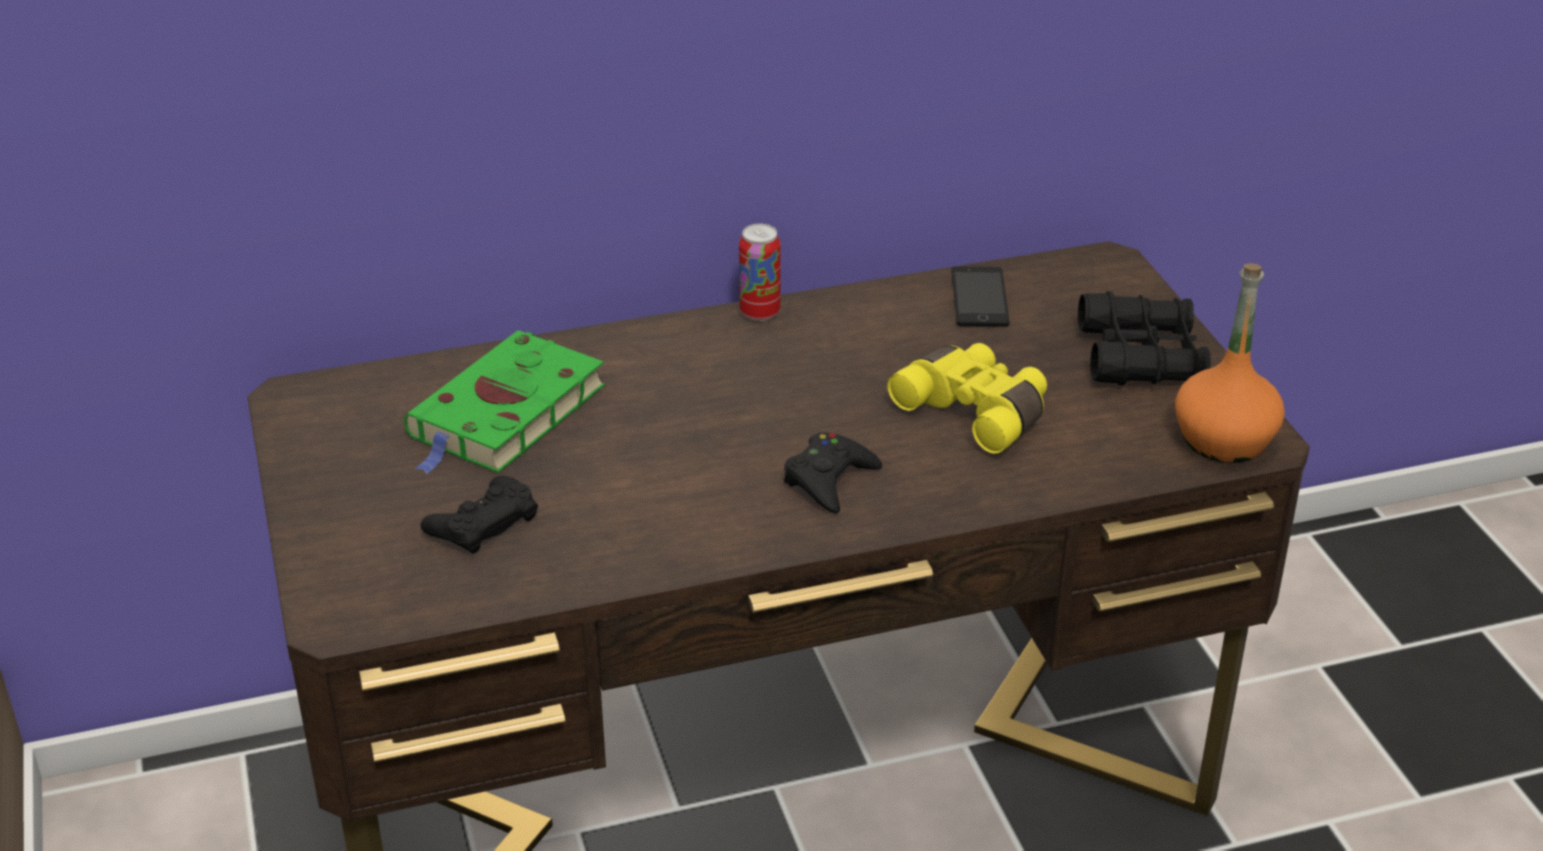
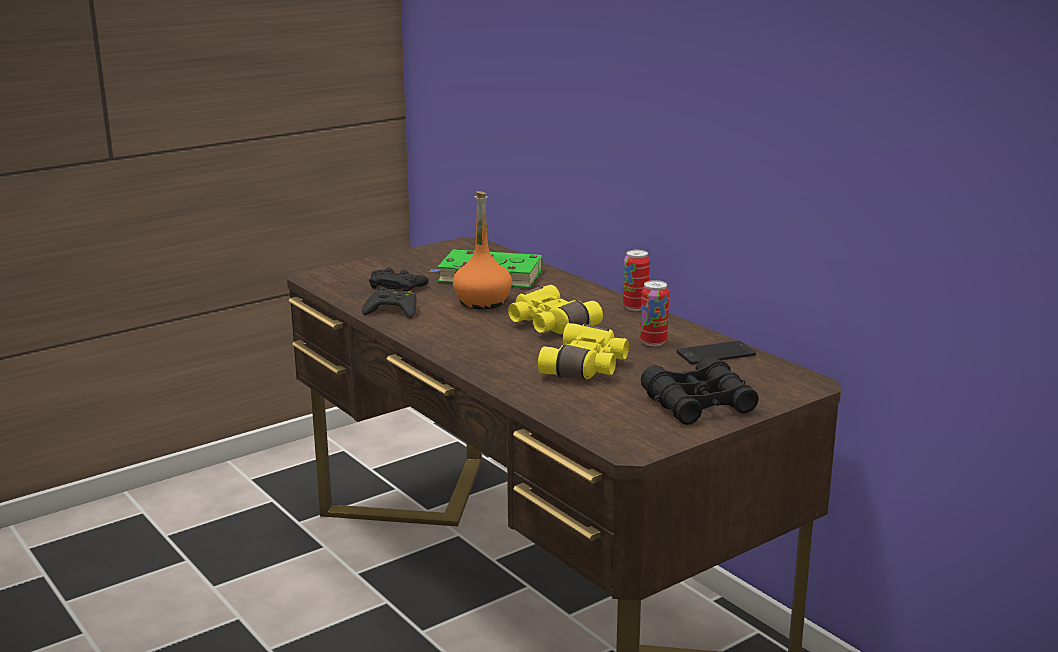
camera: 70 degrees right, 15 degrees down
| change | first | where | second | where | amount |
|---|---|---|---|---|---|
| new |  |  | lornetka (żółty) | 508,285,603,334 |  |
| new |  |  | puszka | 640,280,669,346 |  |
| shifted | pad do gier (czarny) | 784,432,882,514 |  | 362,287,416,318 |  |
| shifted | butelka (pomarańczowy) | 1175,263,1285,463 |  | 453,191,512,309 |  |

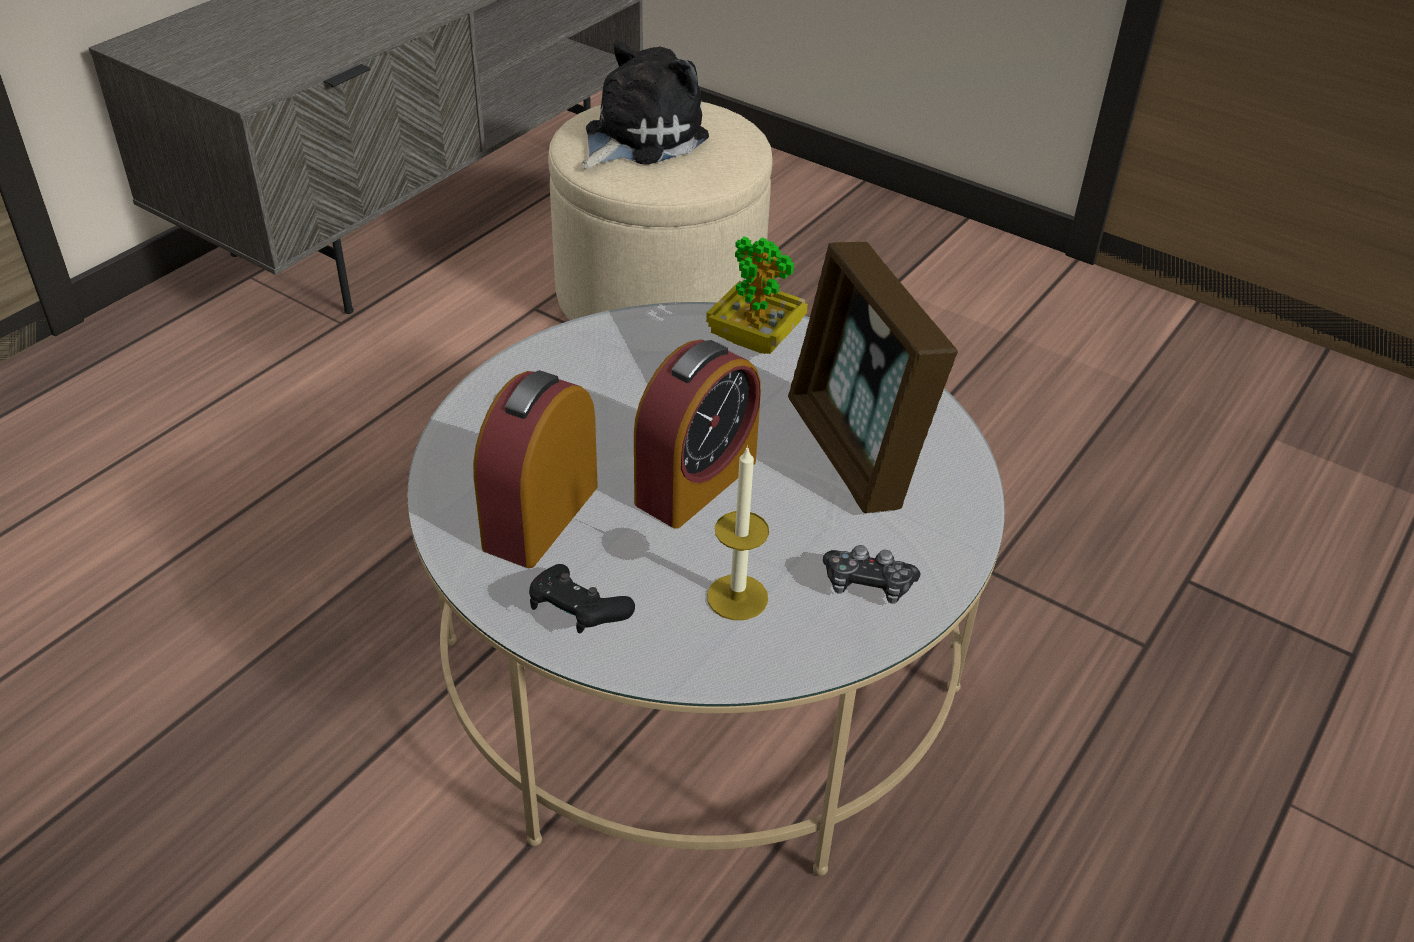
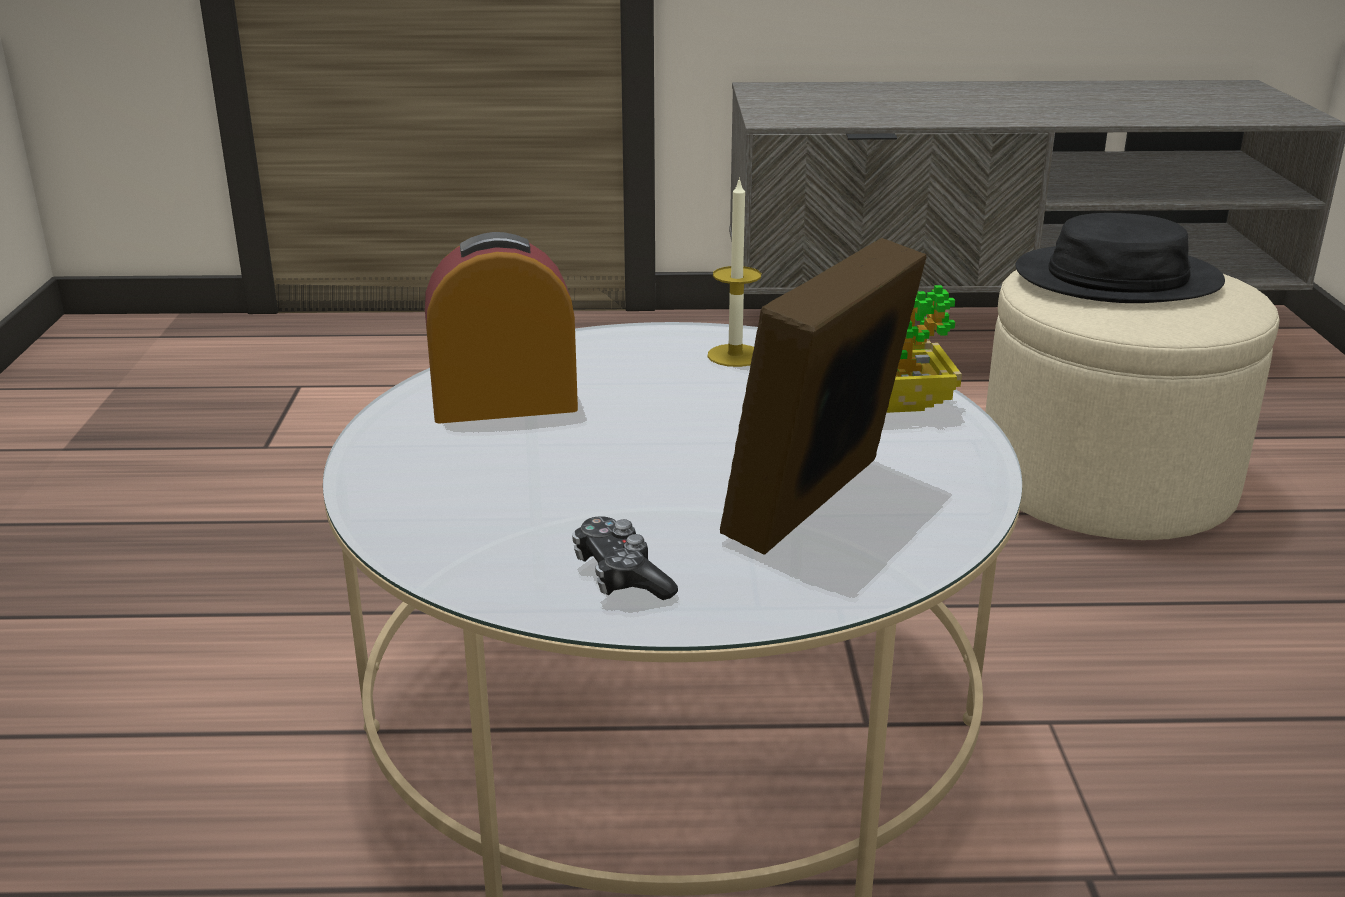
camera: 55 degrees right, 15 degrees down
| change | first | where | second | where | amount |
|---|---|---|---|---|---|
| gone | pad do gier (czarny) | 529,564,635,633 |  |  |  |
| gone | budzik | 634,339,761,529 |  |  |  |
| shifted | świeca | 707,445,769,620 |  | 707,177,761,367 |  |
| swapped | pluszak | 582,42,709,169 | kapelusz (czarny) | 1015,213,1225,303 |  |

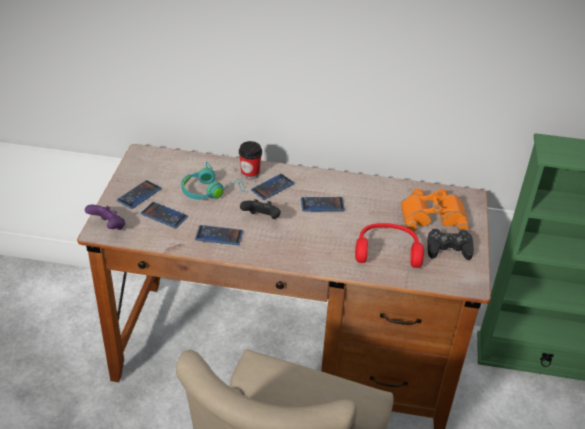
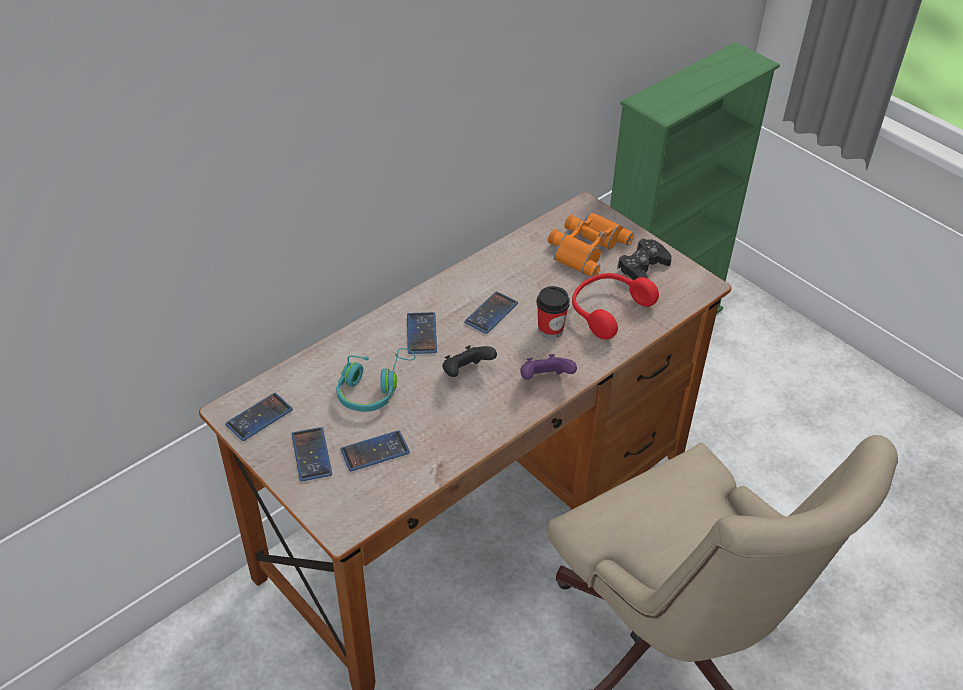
camera: 50 degrees left, 5 degrees up
| change | first | where | second | where | amount |
|---|---|---|---|---|---|
| shifted | pad do gier (fioletowy) | 85,205,126,230 |  | 520,354,577,380 |  |
| shifted | telefon | 195,225,243,245 |  | 225,393,293,441 |  |
| shifted | filiżanka | 239,141,262,179 |  | 537,286,570,338 |  |

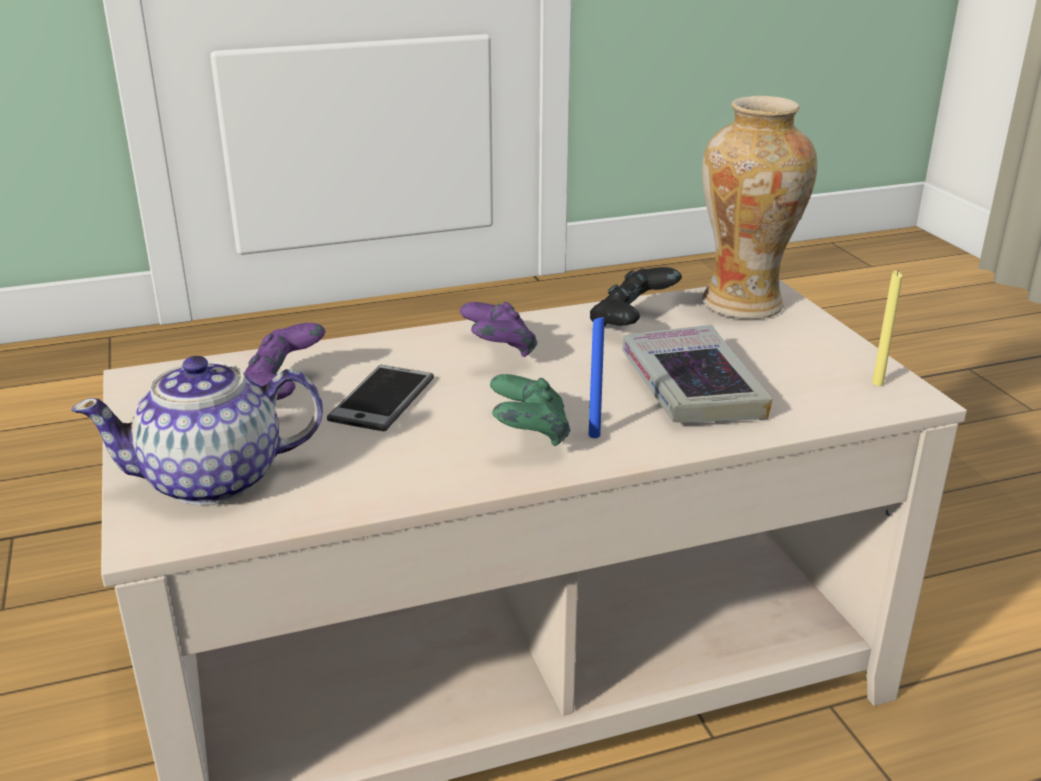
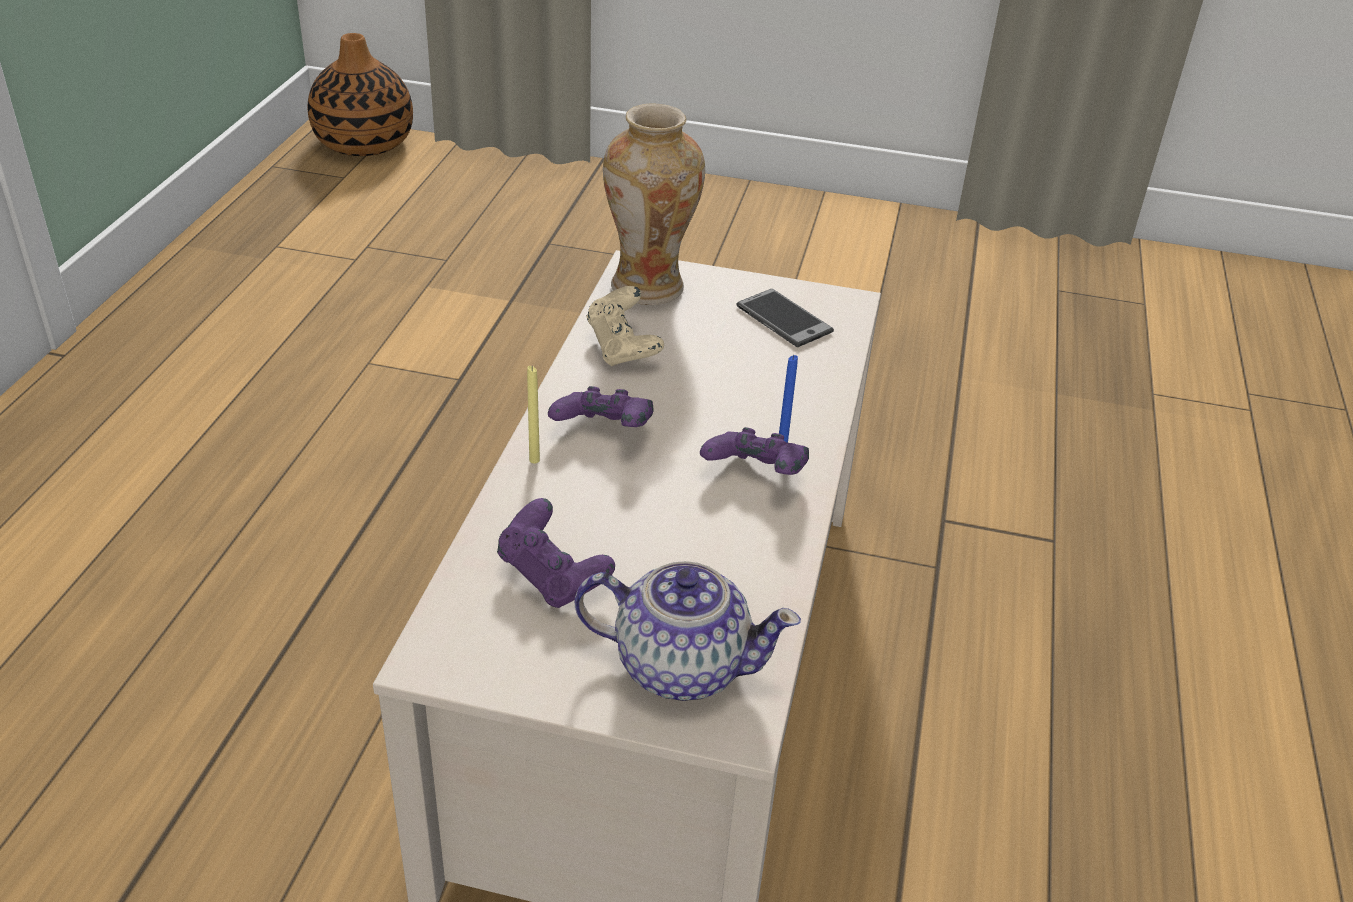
camera: 60 degrees left, 10 degrees up
| change | first | where | second | where | amount |
|---|---|---|---|---|---|
| gone | książka | 622,325,772,423 |  |  |  |
| new |  |  | wazon | 307,33,413,156 |  |
| shifted | telefon | 327,365,434,431 |  | 736,289,834,347 |  |
| shifted | świeca (żółty) | 872,270,902,386 |  | 527,366,540,464 |  |
| repainted | pad do gier (zielony) | 490,374,570,446 | pad do gier (fioletowy) | 700,427,809,475 |  |
| repainted | pad do gier (czarny) | 590,267,682,326 | pad do gier (beżowy) | 586,286,664,366 |  |
| rotated | imbryk | 71,356,323,506 |  | 575,561,801,701 | 90 degrees counterclockwise |

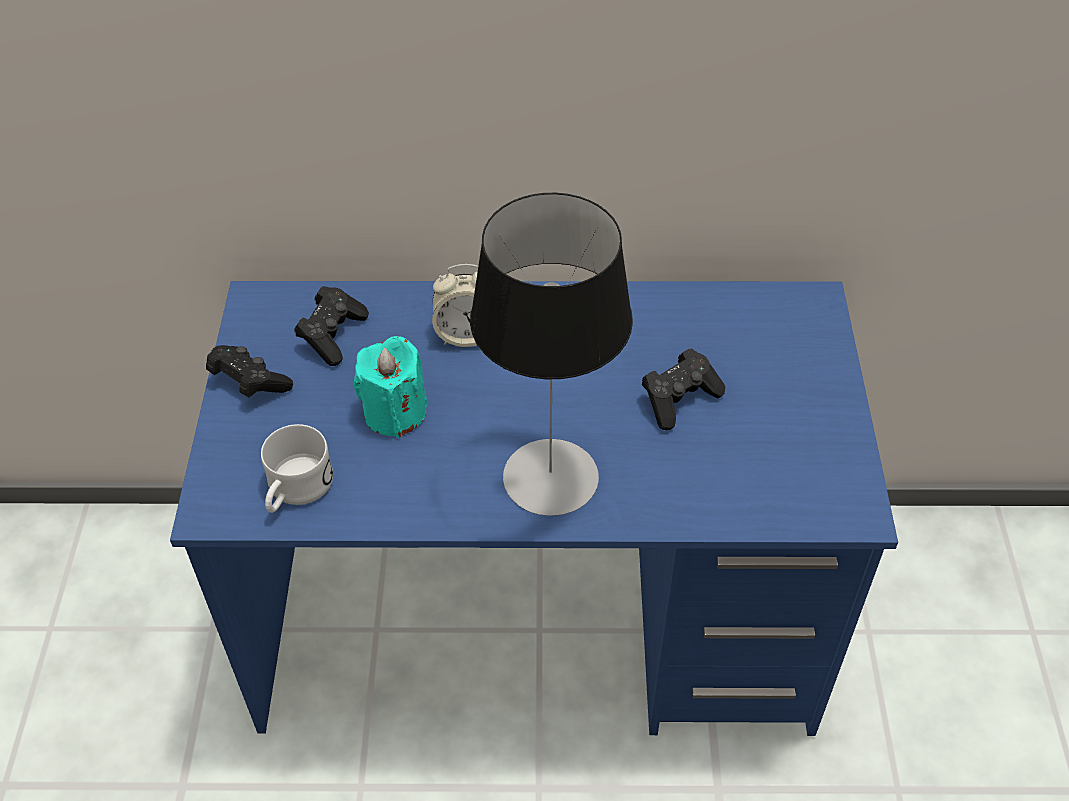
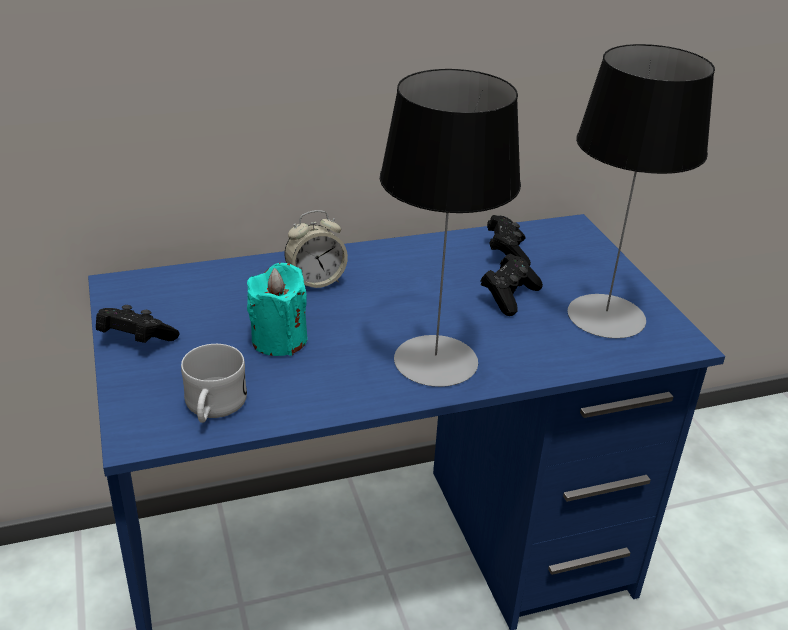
camera: 20 degrees left, 15 degrees down
| change | first | where | second | where | amount |
|---|---|---|---|---|---|
| new |  |  | lampa stołowa | 568,44,715,338 |  |
| shifted | pad do gier (czarny) | 294,286,369,366 |  | 487,215,531,266 |  |

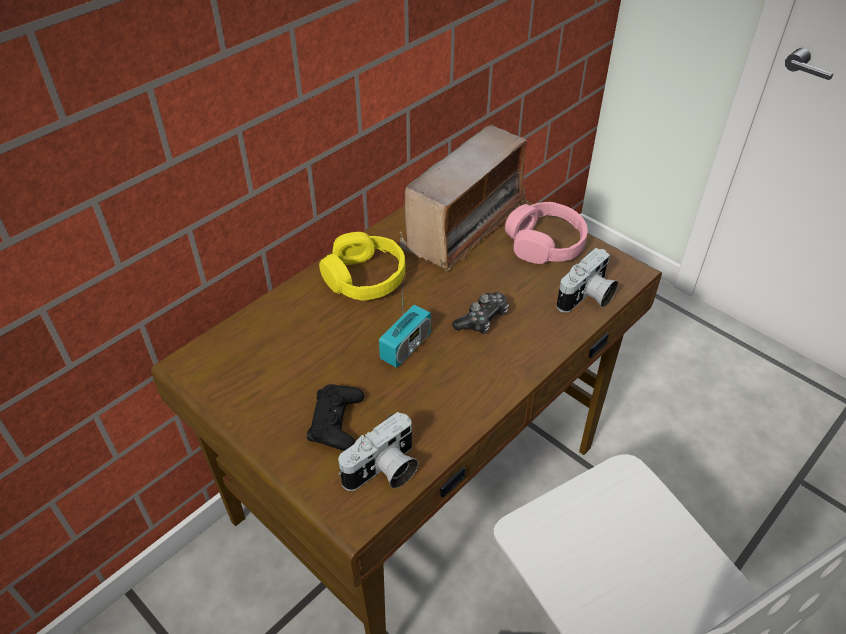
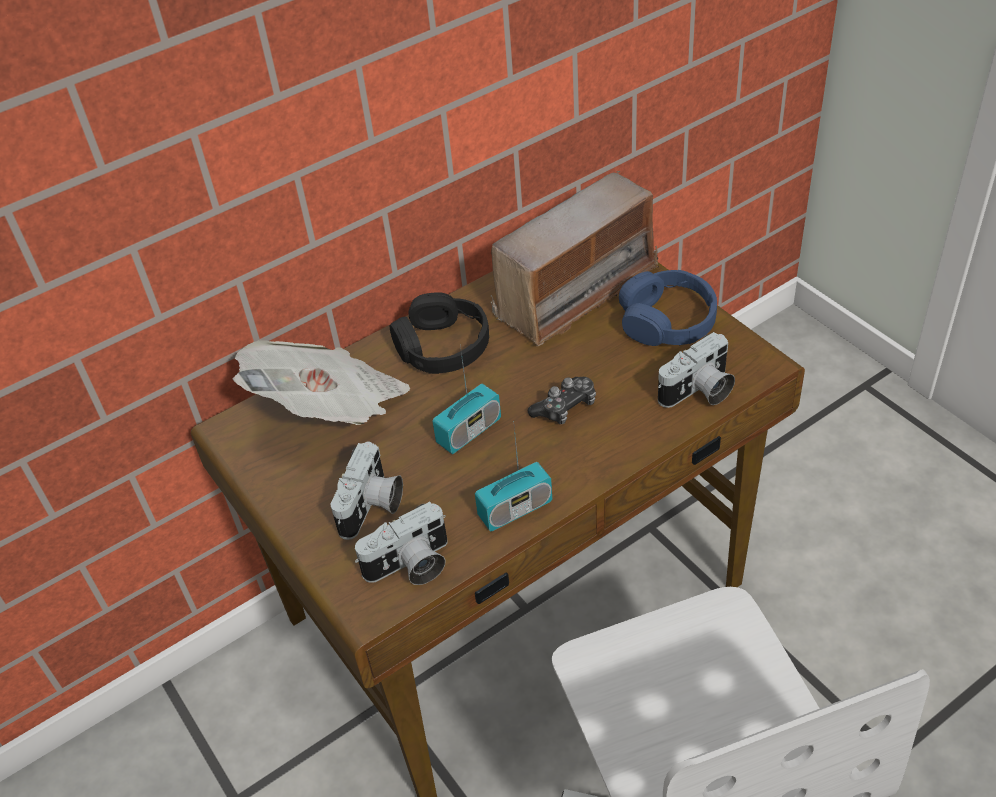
camera: 15 degrees right, 0 degrees up
| change | first | where | second | where | amount |
|---|---|---|---|---|---|
| new |  |  | gazeta | 232,340,410,425 |  |
| new |  |  | radio | 475,421,552,531 |  |
| swapped | pad do gier (czarny) | 307,384,364,451 | aparat fotograficzny | 330,441,403,540 |  |
| repainted | słuchawki (żółty) | 319,232,405,301 | słuchawki (czarny) | 390,292,489,374 |  |
| repainted | słuchawki (różowy) | 505,202,588,264 | słuchawki (niebieski) | 619,270,717,346 |  |

